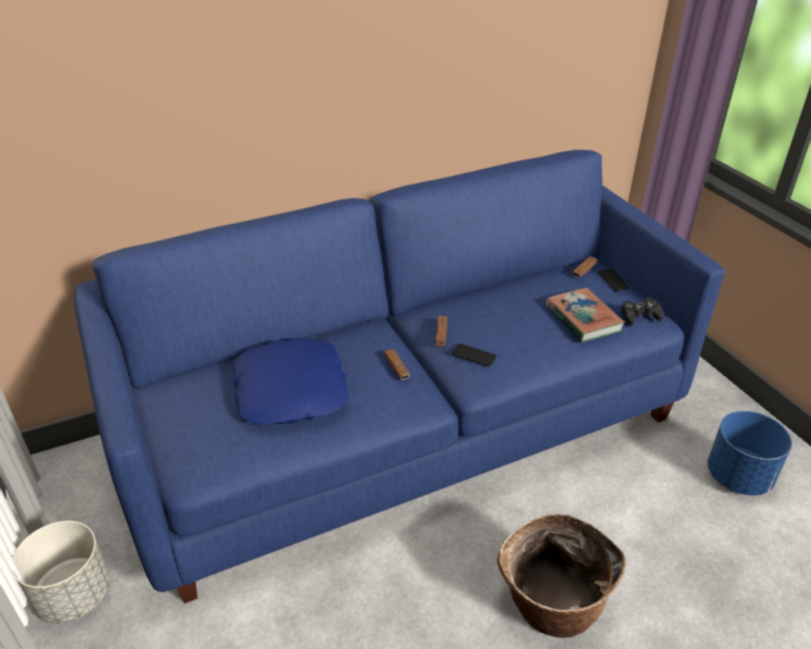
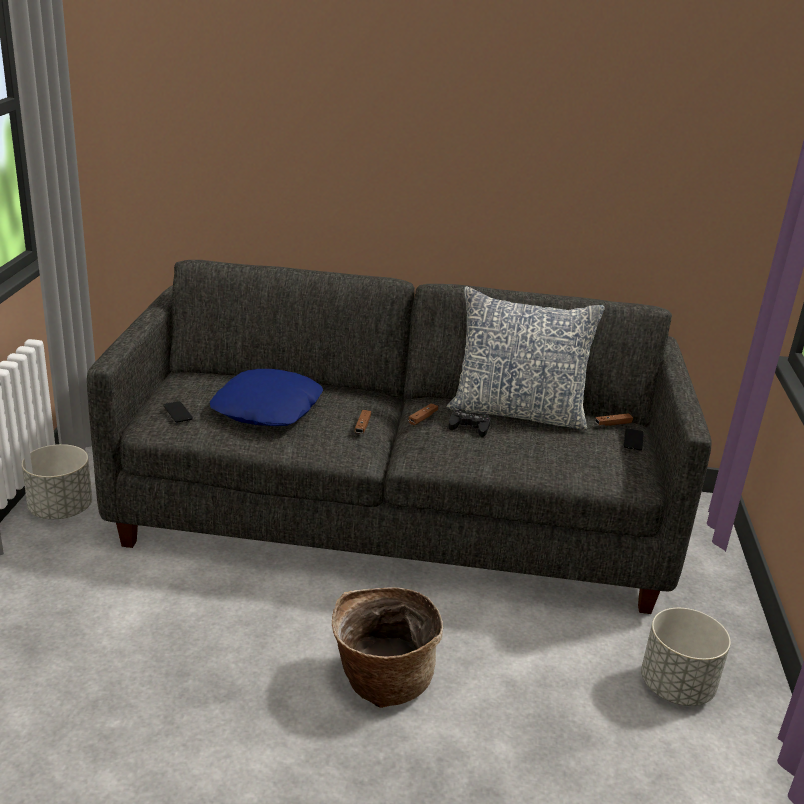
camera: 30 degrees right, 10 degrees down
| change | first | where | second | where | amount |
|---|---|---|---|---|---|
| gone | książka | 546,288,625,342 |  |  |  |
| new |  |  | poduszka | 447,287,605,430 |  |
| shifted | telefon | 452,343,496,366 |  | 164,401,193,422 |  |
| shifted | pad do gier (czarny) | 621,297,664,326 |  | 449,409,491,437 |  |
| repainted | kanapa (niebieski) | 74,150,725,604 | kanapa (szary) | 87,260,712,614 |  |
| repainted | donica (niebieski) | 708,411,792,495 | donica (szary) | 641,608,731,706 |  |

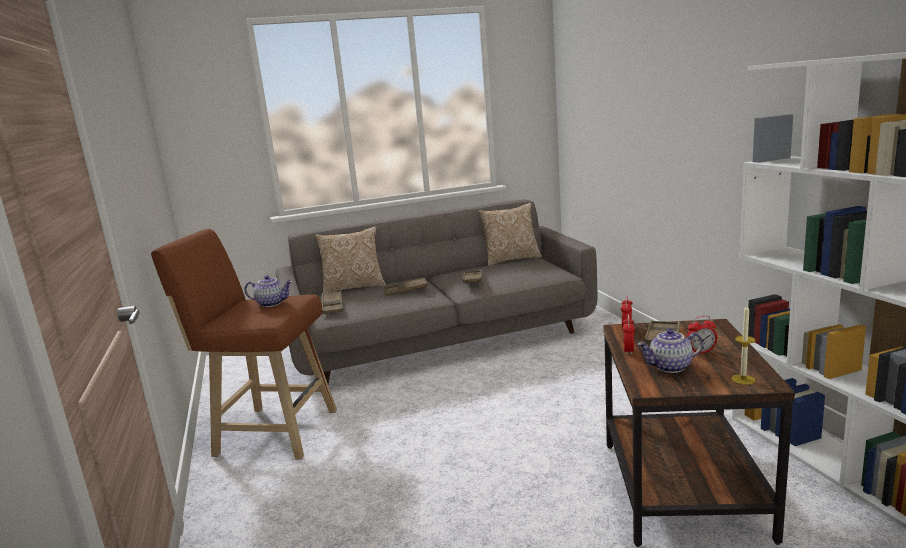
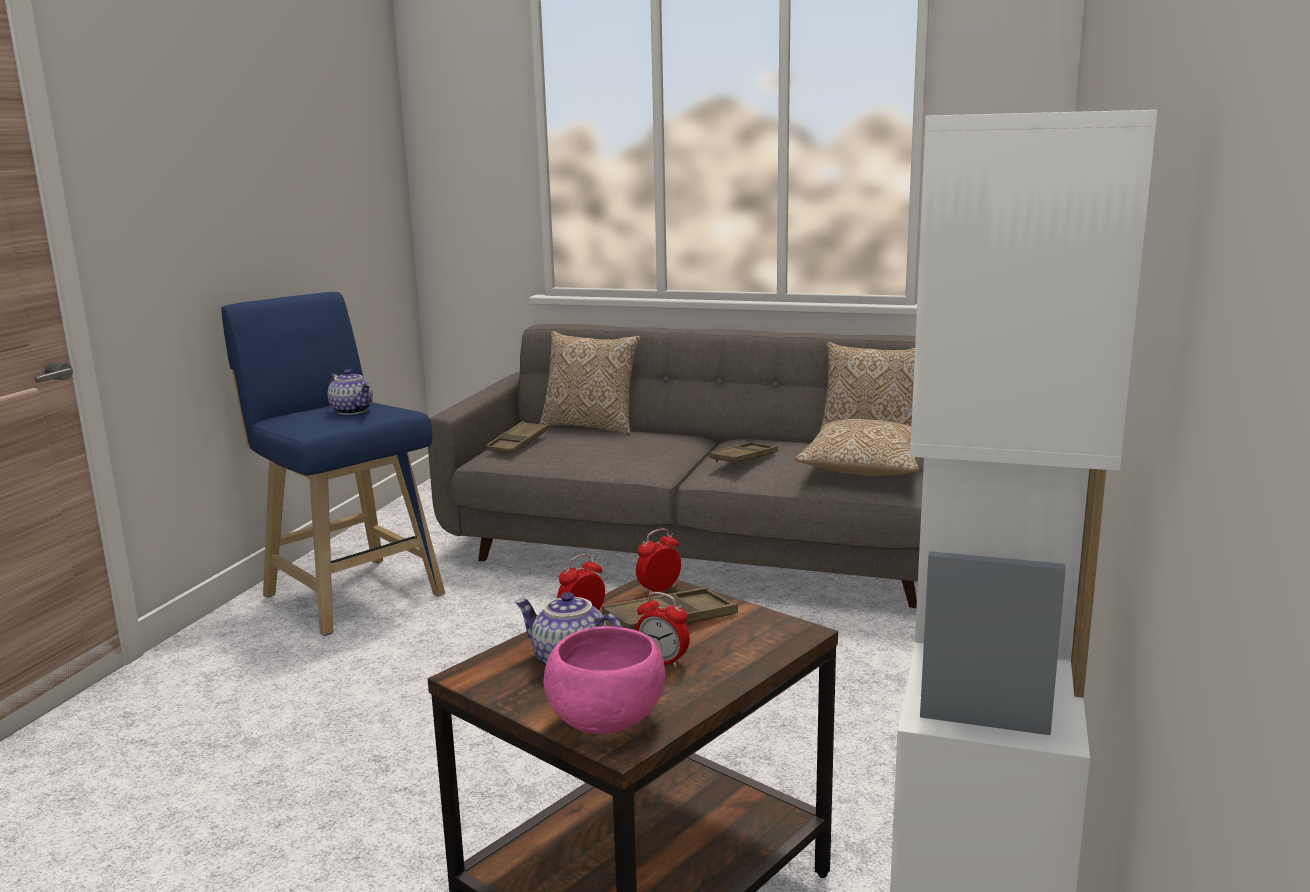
camera: 35 degrees right, 0 degrees up
| change | first | where | second | where | amount |
|---|---|---|---|---|---|
| gone | taca (brązowy) | 383,278,428,296 |  |  |  |
| new |  |  | poduszka | 795,419,919,476 |  |
| swapped | świeca | 732,305,756,385 | miska (różowy) | 543,626,665,734 |  |
| repainted | stołek (brązowy) | 151,229,337,460 | stołek (niebieski) | 221,292,445,636 |  |

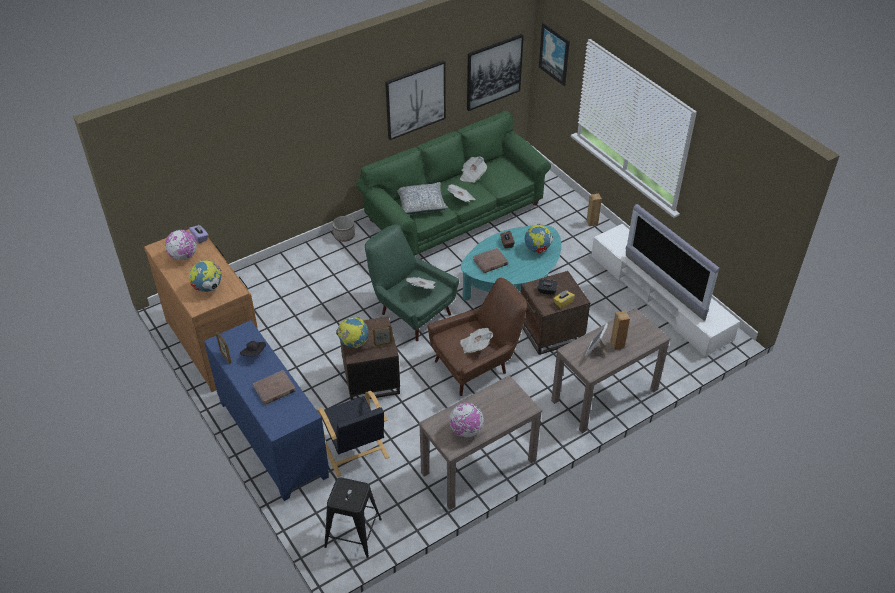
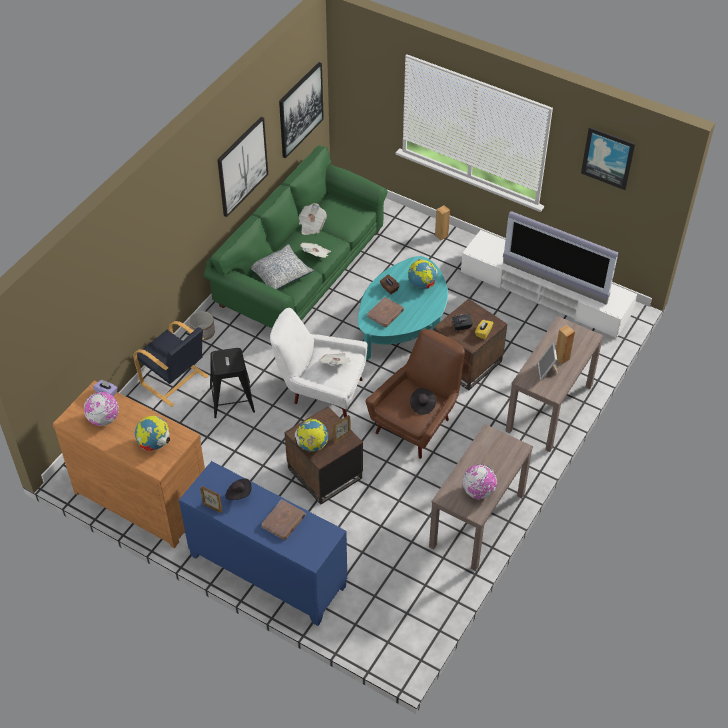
camera: 25 degrees left, 5 degrees up
| change | first | where | second | where | amount |
|---|---|---|---|---|---|
| shifted | fotel (czarny) | 317,391,390,477 |  | 133,321,209,407 |  |
| shifted | stołek (czarny) | 324,478,382,558 |  | 210,348,255,418 |  |
| shifted | obraz | 539,23,570,86 |  | 581,127,635,190 |  |
| swapped | gazeta | 460,328,493,353 | kapelusz (czarny) | 410,388,436,415 |  |
| repainted | fotel (zielony) | 365,224,459,341 | fotel (biały) | 270,308,367,417 |  |

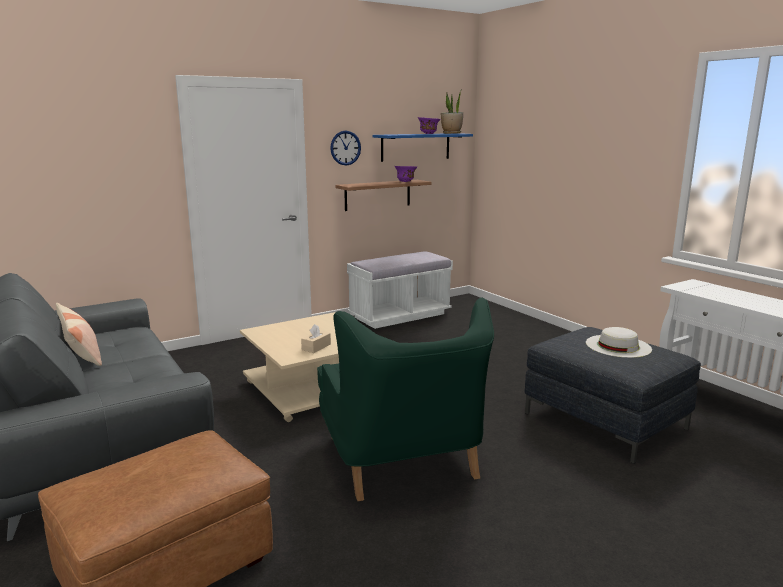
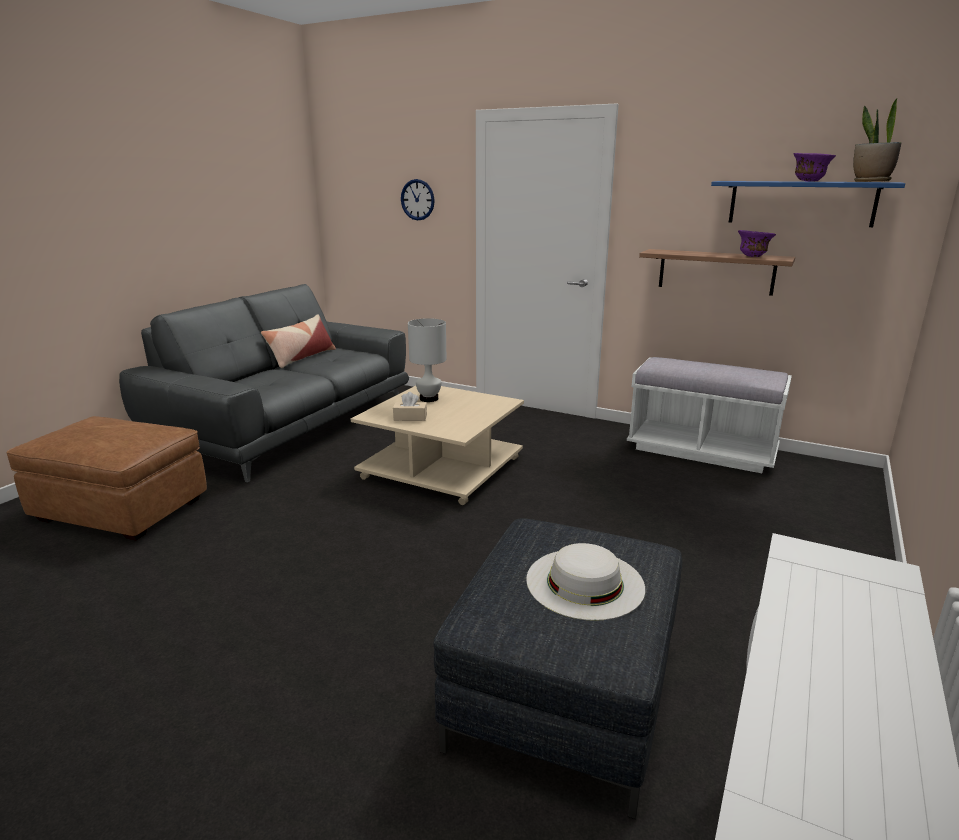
camera: 60 degrees right, 5 degrees up
| change | first | where | second | where | amount |
|---|---|---|---|---|---|
| gone | fotel (zielony) | 317,297,494,501 |  |  |  |
| new |  |  | lampa stołowa (biały) | 408,318,446,402 |  |
| shifted | zegar ścienny | 330,131,361,166 |  | 401,179,435,220 |  |

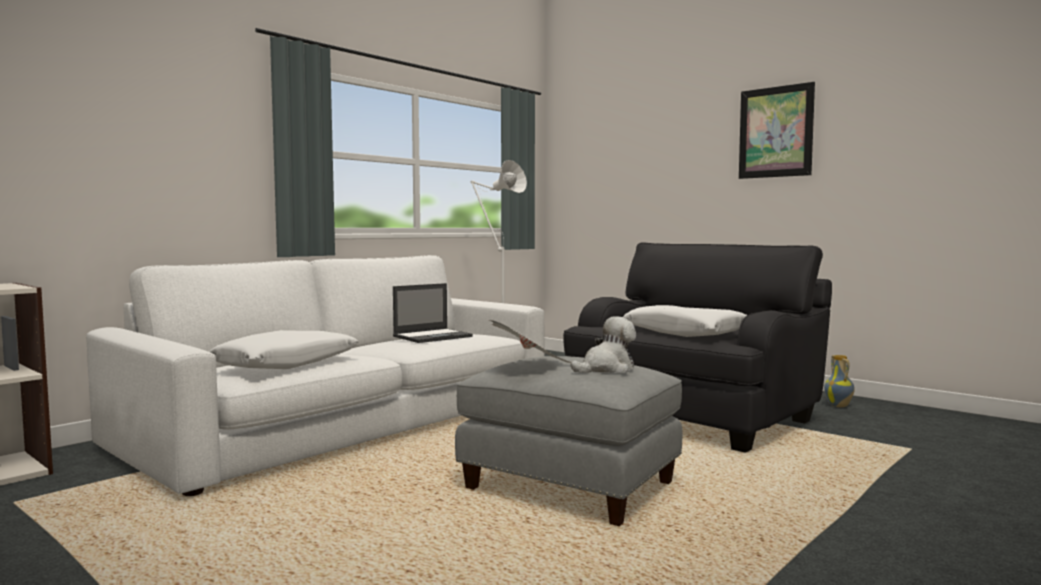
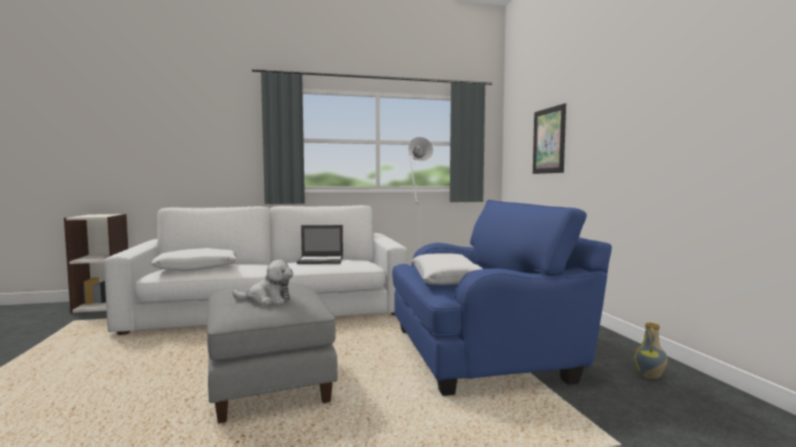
camera: 35 degrees right, 0 degrees up
| change | first | where | second | where | amount |
|---|---|---|---|---|---|
| gone | gazeta | 488,320,571,363 |  |  |  |
| shifted | obraz | 739,82,815,179 |  | 533,103,566,174 |  |
| repainted | fotel (czarny) | 563,242,832,453 | fotel (niebieski) | 392,200,612,396 |  |

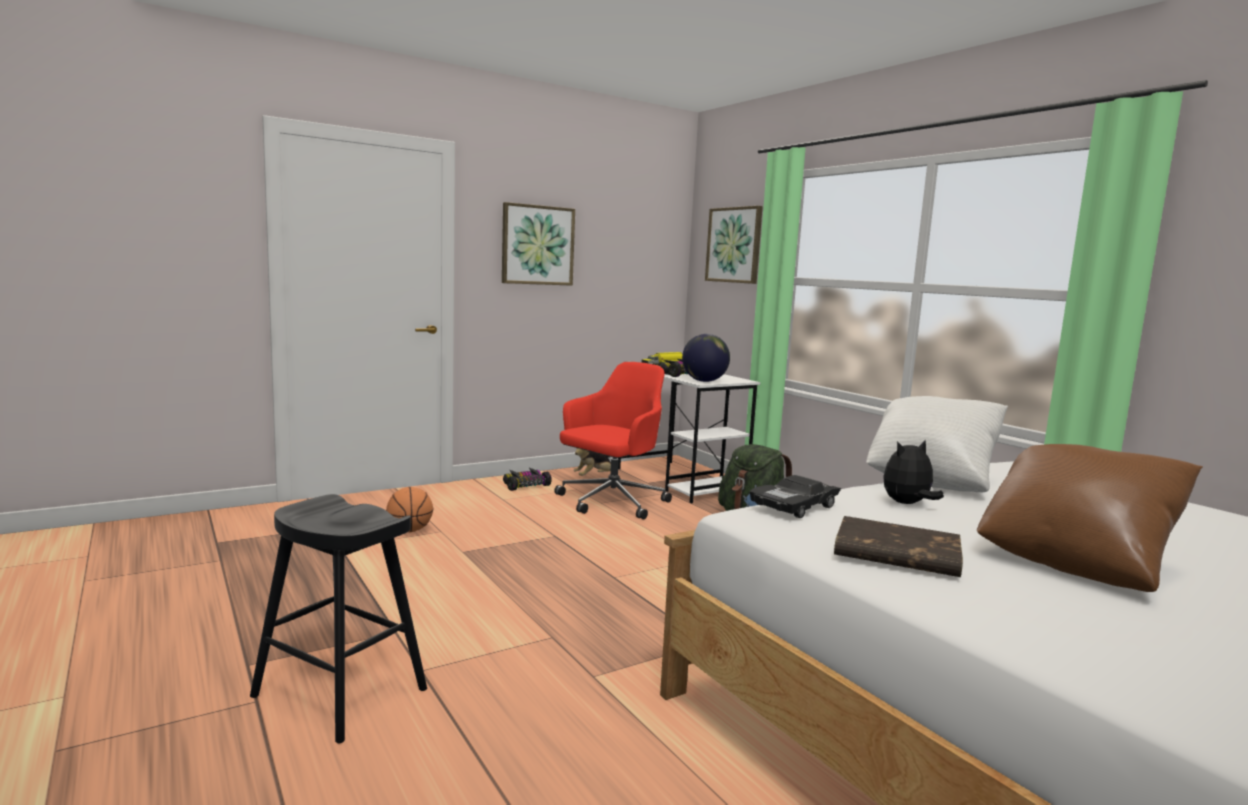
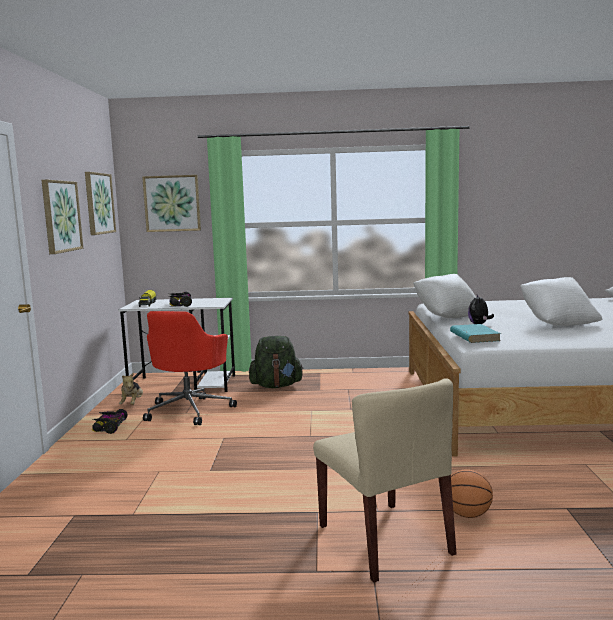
camera: 55 degrees left, 0 degrees up
| change | first | where | second | where | amount |
|---|---|---|---|---|---|
| gone | globus | 682,334,730,382 |  |  |  |
| gone | książka (brązowy) | 834,516,963,577 |  |  |  |
| new |  |  | obraz | 85,172,116,235 |  |
| shifted | piłka do koszykówki | 386,487,433,532 |  | 451,469,493,518 |  |
| swapped | stołek (czarny) | 250,494,427,744 | krzesło (beżowy) | 313,378,457,583 |  |
| swapped | samochodzik (czarny) | 749,475,841,518 | książka (turkusowy) | 450,324,501,343 |  |
| repainted | poduszka (brązowy) | 977,444,1203,592 | poduszka (biały) | 520,277,602,326 |  |
| rotated | krzesło biurowe (czerwony) | 554,362,672,520 |  | 143,311,237,425 | 150 degrees counterclockwise |

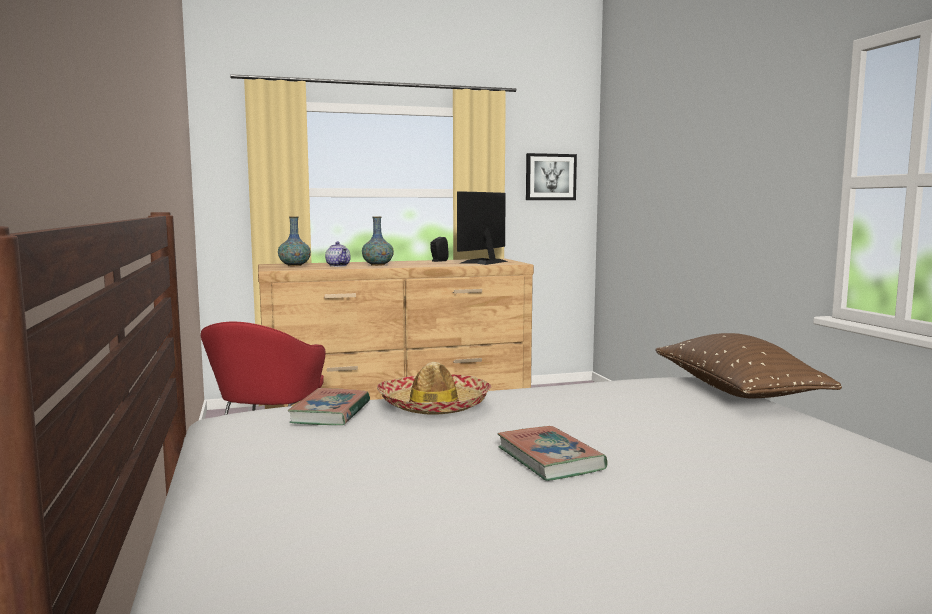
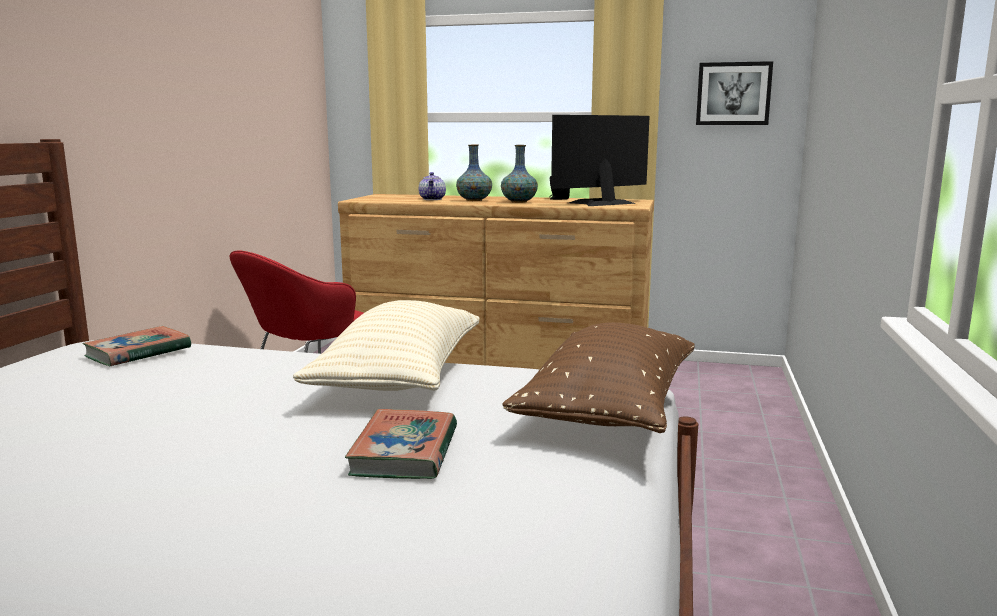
camera: 30 degrees right, 5 degrees up
| change | first | where | second | where | amount |
|---|---|---|---|---|---|
| gone | kapelusz | 377,362,492,415 |  |  |  |
| new |  |  | poduszka (beżowy) | 293,300,480,391 |  |
| shifted | wazon | 278,216,311,266 |  | 501,145,538,203 |  |
| shifted | książka | 498,426,607,481 |  | 345,409,457,479 |  |

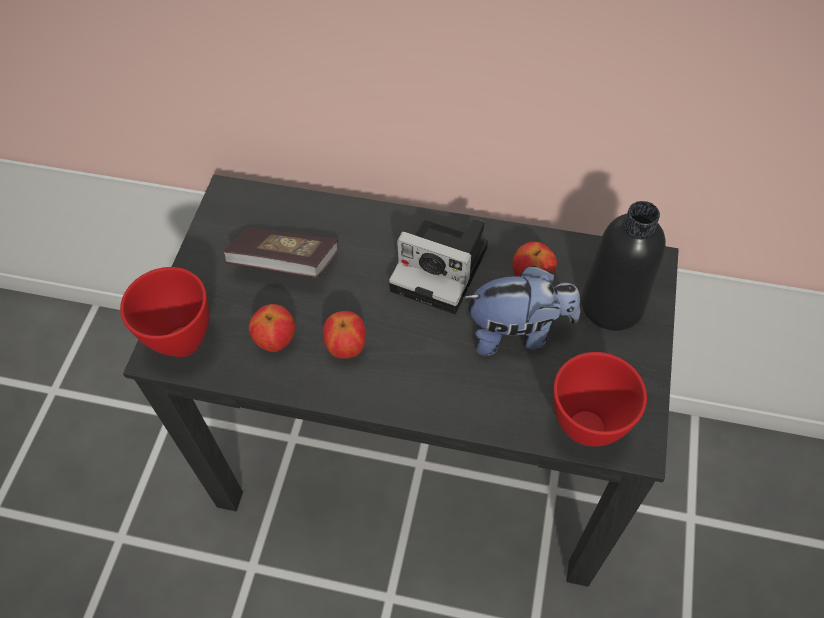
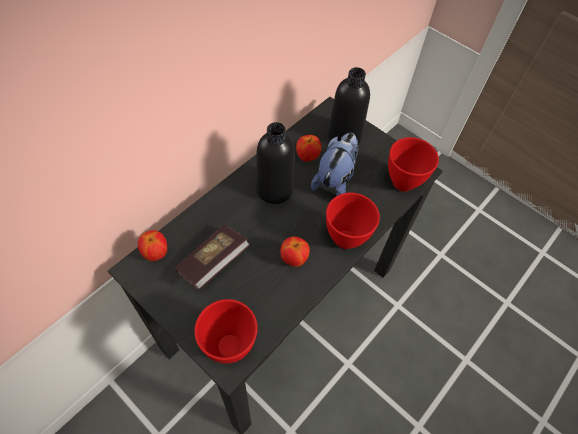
camera: 65 degrees left, 0 degrees up
| change | first | where | second | where | amount |
|---|---|---|---|---|---|
| new |  |  | miska (czerwony) | 326,193,380,249 |  |
| shifted | jabłko | 249,304,295,352 |  | 138,230,167,261 |  |
| swapped | aparat fotograficzny | 389,219,488,314 | butelka (czarny) | 256,122,295,204 |  |

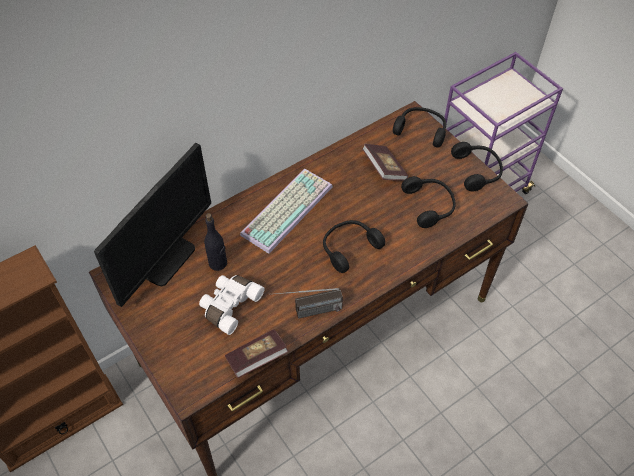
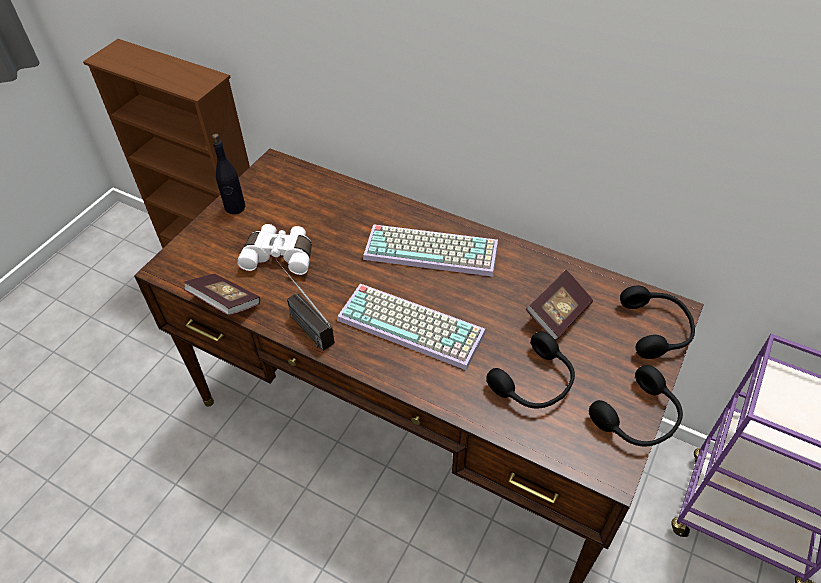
camera: 65 degrees right, 5 degrees down
| change | first | where | second | where | amount |
|---|---|---|---|---|---|
| gone | monitor | 94,143,211,307 |  |  |  |
| shifted | butelka (czarny) | 204,213,227,271 |  | 212,133,245,214 |  |
| swapped | słuchawki (czarny) | 323,220,385,273 | klawiatura | 337,284,486,370 |  |

